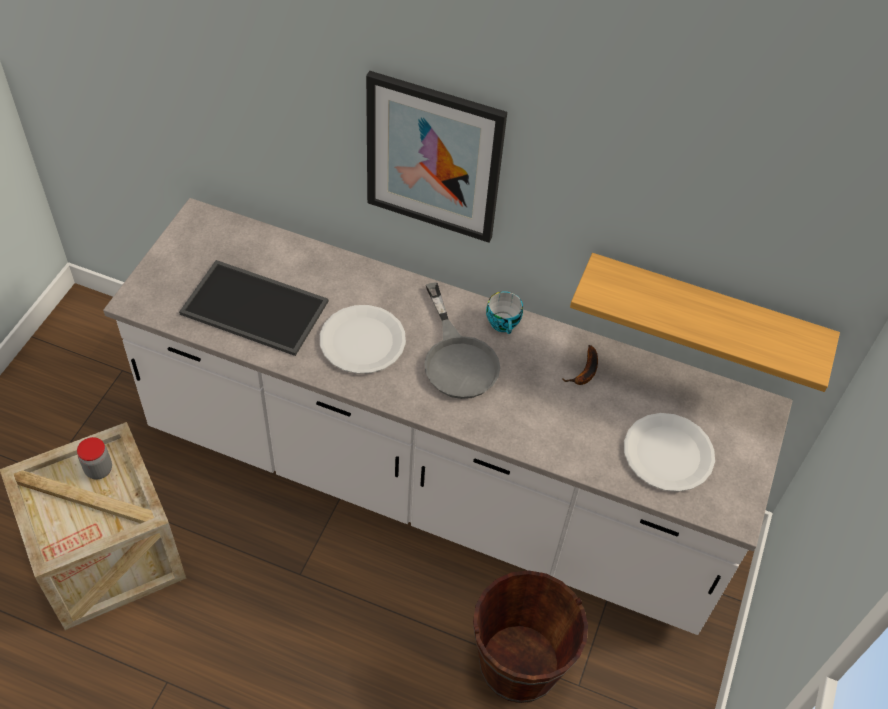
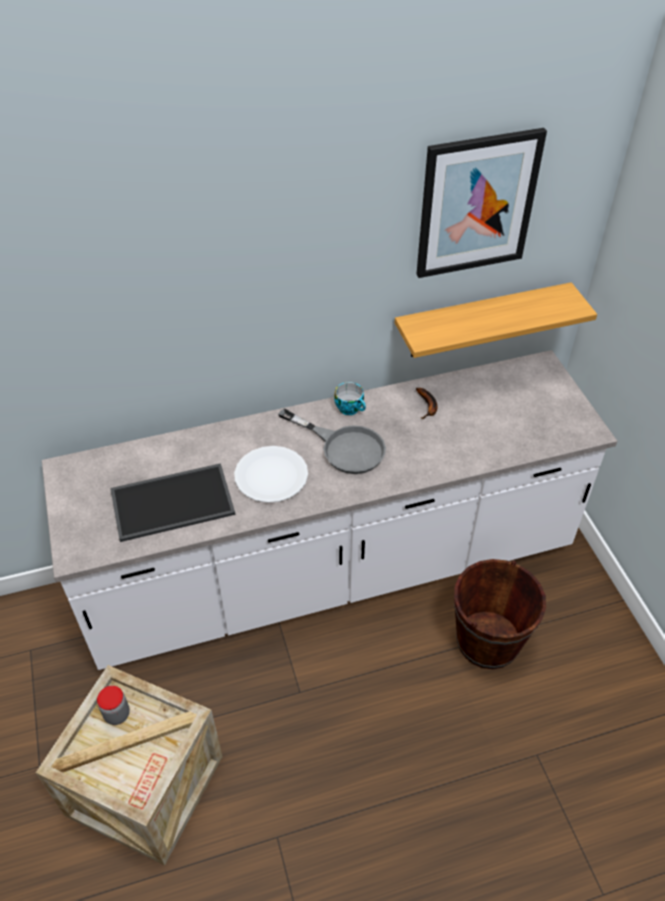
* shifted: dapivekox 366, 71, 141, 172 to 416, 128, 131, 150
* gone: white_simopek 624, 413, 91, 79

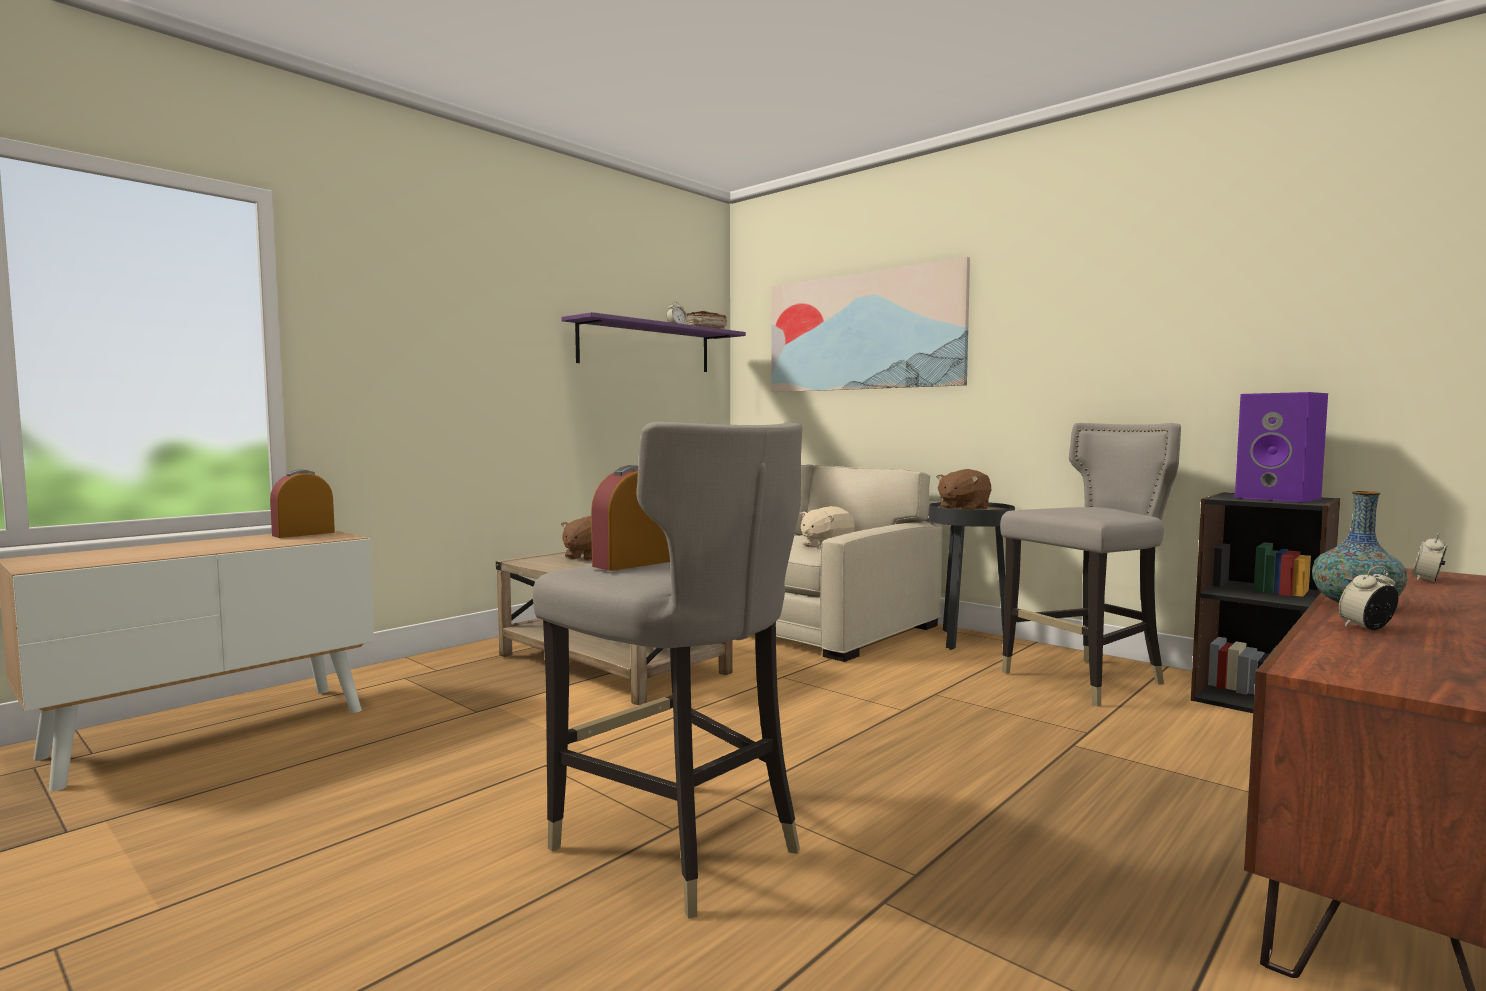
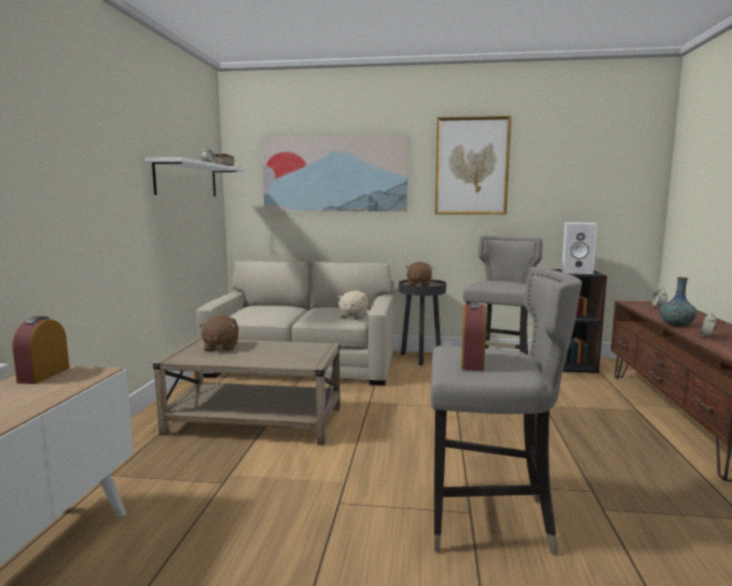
* repainted: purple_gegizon 561, 312, 185, 60 to white_gegizon 145, 157, 101, 39
* repainted: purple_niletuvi 1235, 392, 93, 110 to white_niletuvi 561, 222, 36, 52
* new: dapivekox 435, 116, 76, 98

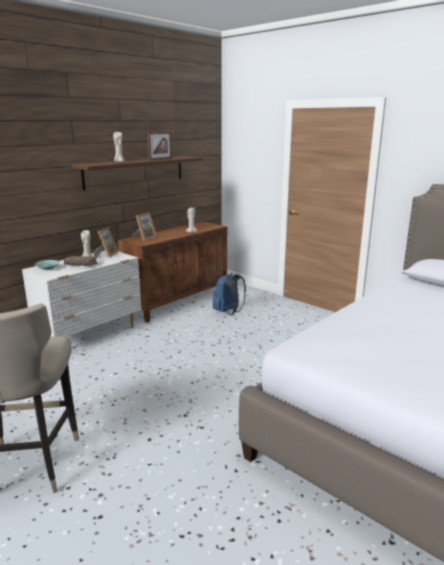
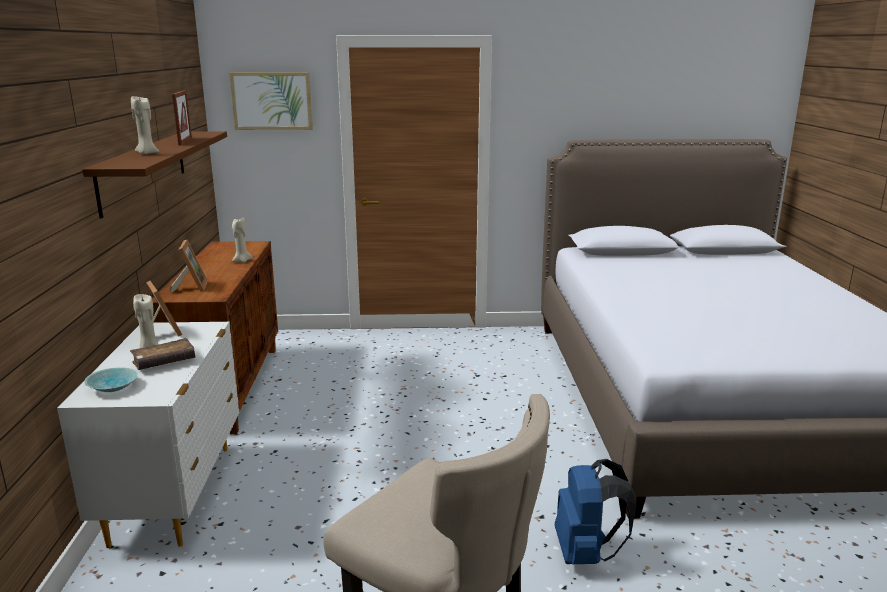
* shifted: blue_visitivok 213, 273, 33, 42 to 555, 459, 81, 105
* new: dapivekox 229, 72, 84, 58

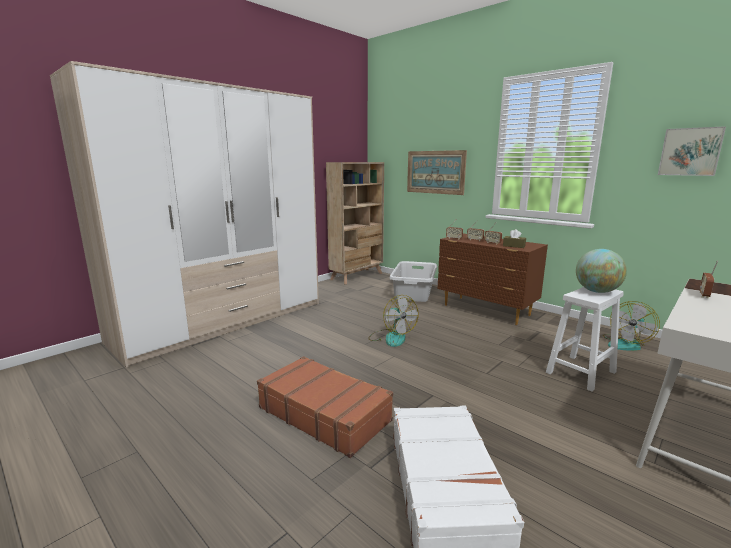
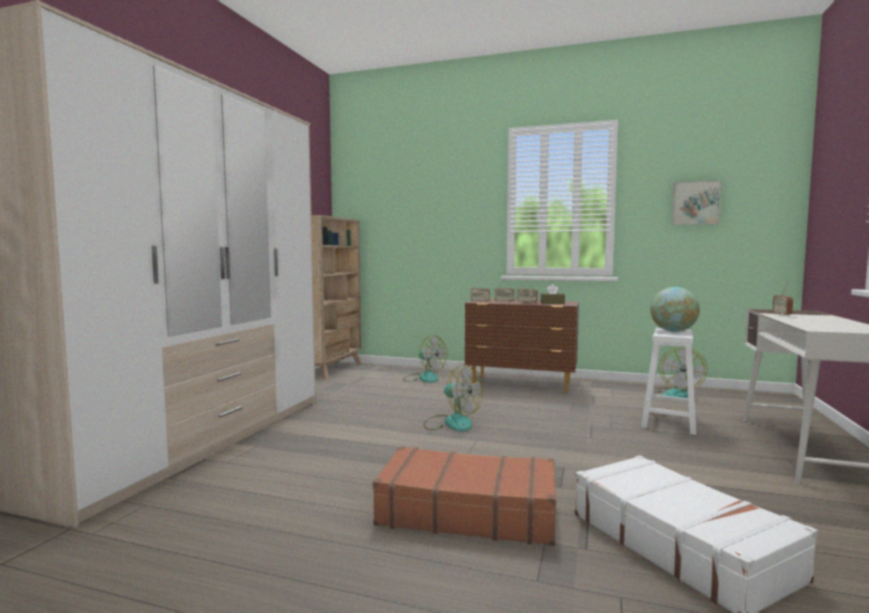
* gone: dapivekox 407, 150, 60, 45
* swapped: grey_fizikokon 390, 261, 47, 41 to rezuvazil 403, 335, 44, 48

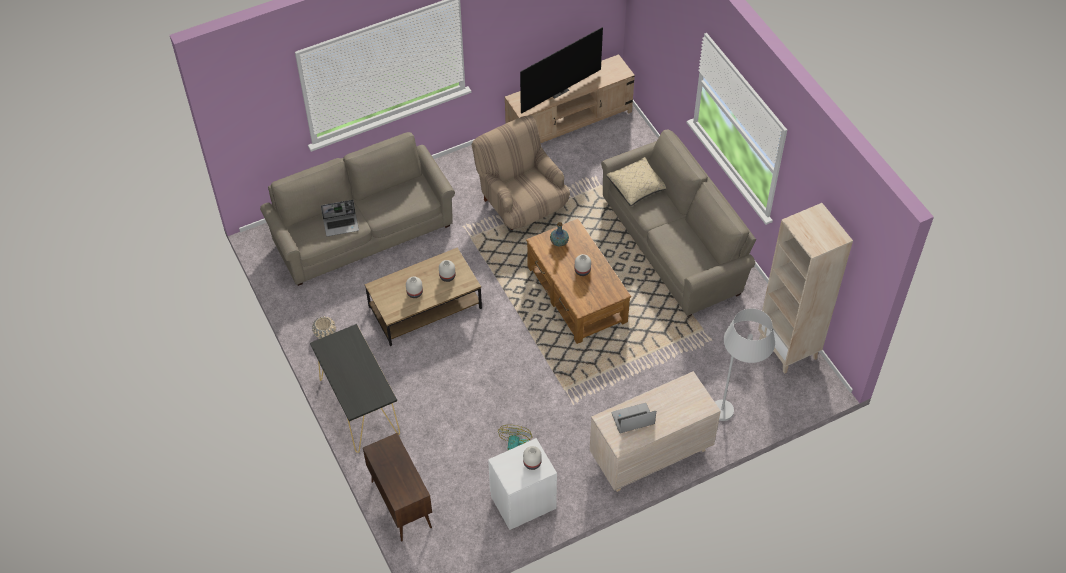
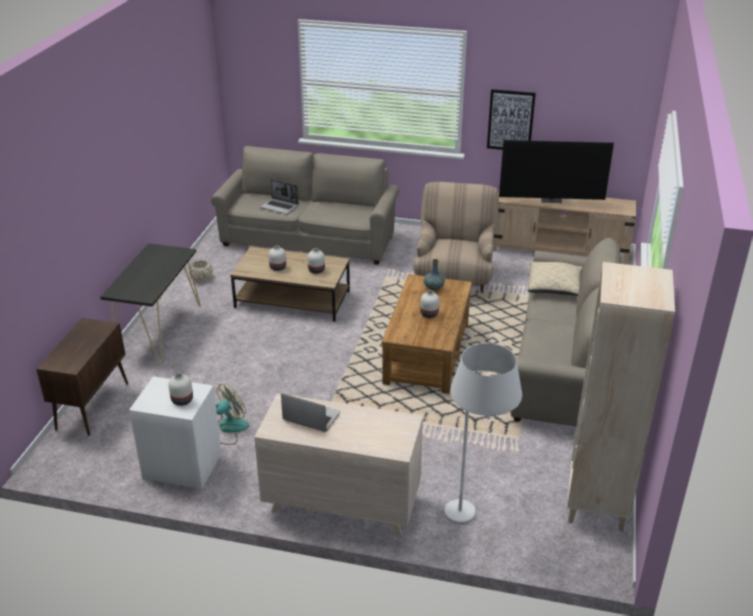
* new: dapivekox 487, 89, 49, 61

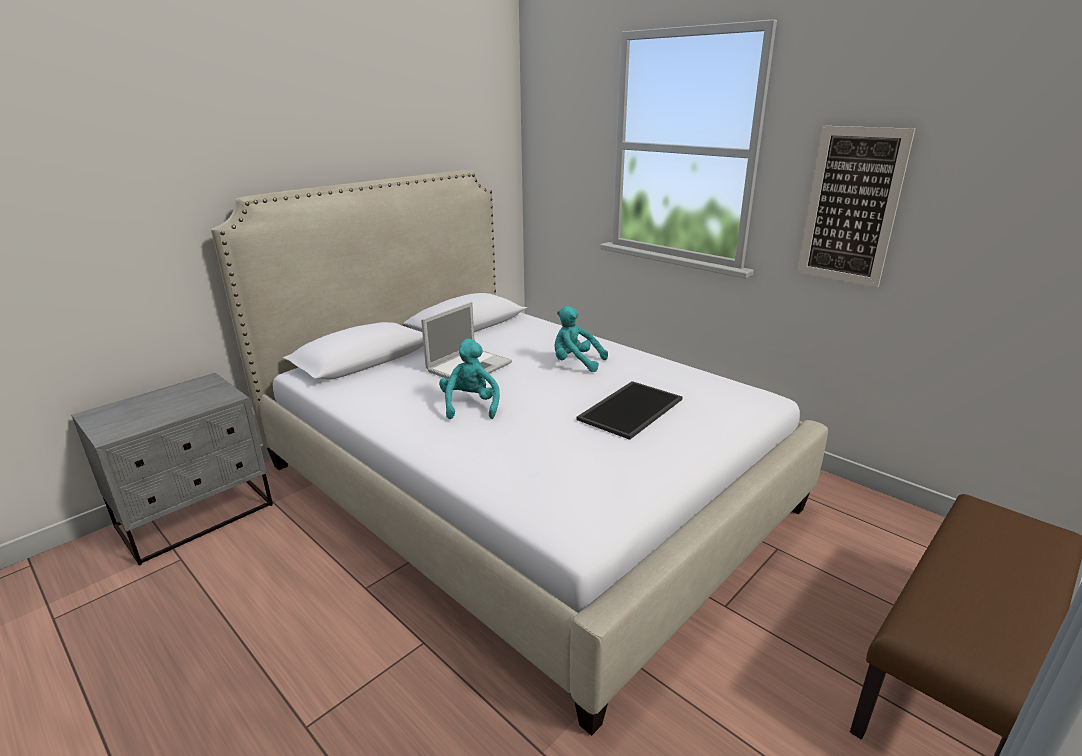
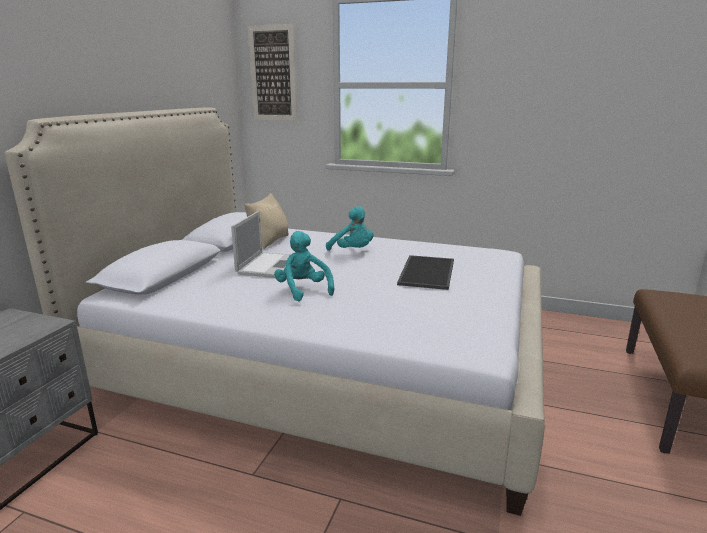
* shifted: dapivekox 797, 126, 118, 161 to 247, 24, 50, 97
* rotated: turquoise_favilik 554, 306, 54, 66 = 326, 206, 47, 45 135 degrees counterclockwise
* new: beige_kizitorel 245, 193, 43, 56

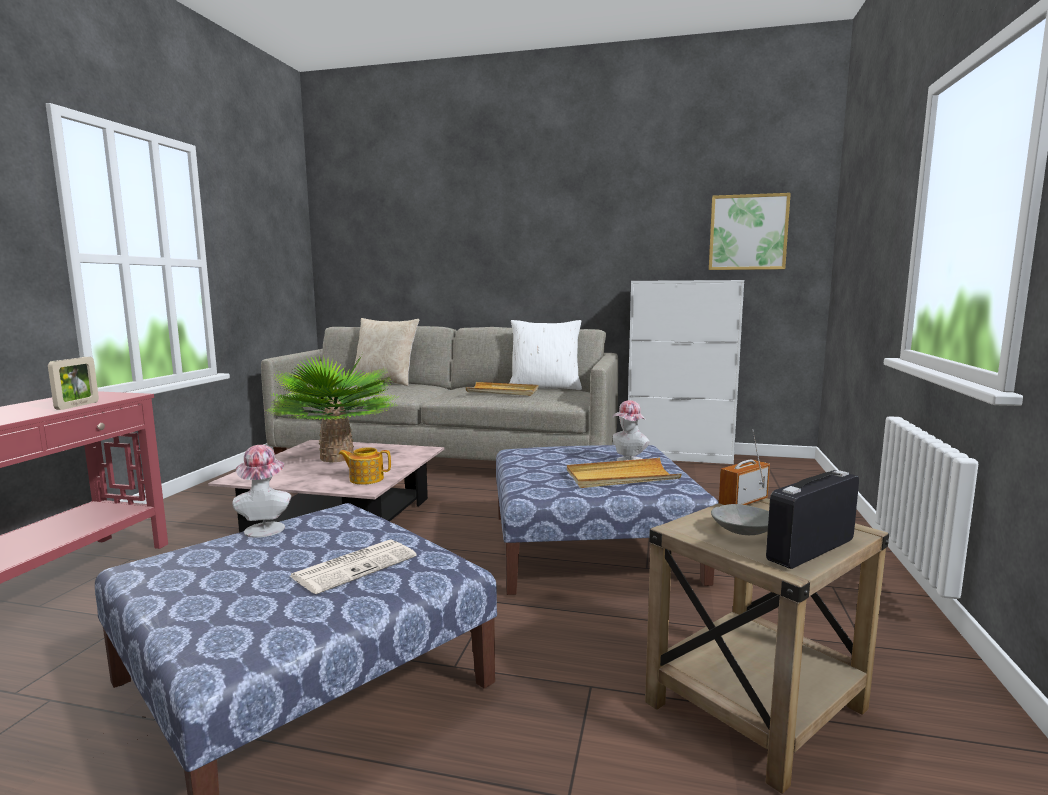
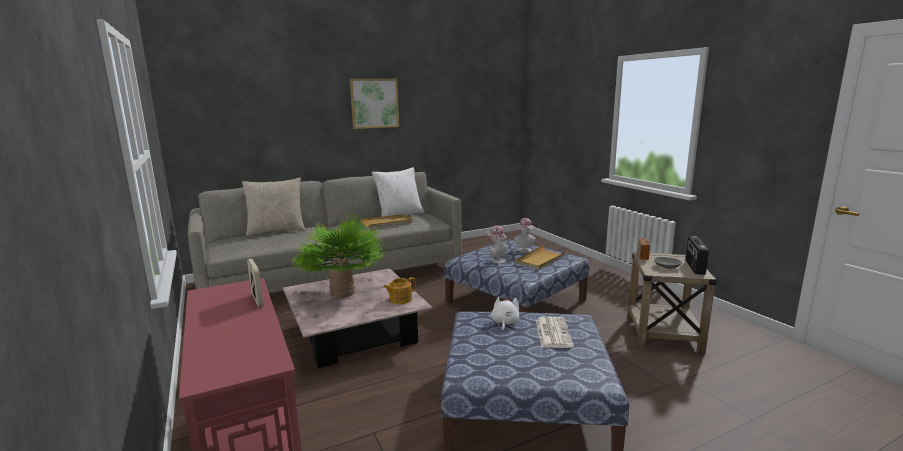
* shifted: dapivekox 709, 193, 82, 77 to 350, 79, 49, 50
* gone: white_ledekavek 628, 280, 116, 184
* shifted: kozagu 232, 445, 59, 93 to 486, 225, 21, 38
* new: white_favilik 491, 296, 28, 36

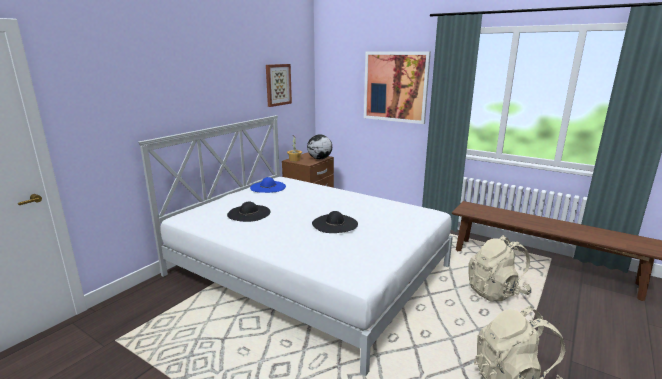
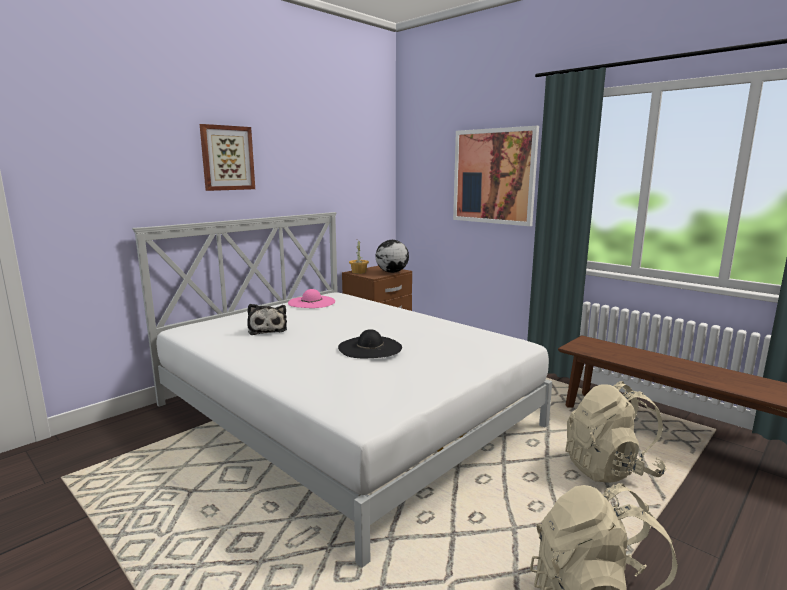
* shifted: dapivekox 266, 64, 26, 43 to 200, 124, 55, 67
* repainted: blue_kozagu 250, 177, 36, 16 to pink_kozagu 288, 289, 47, 19
* swapped: black_kozagu 227, 202, 43, 20 to favilik 247, 304, 40, 31

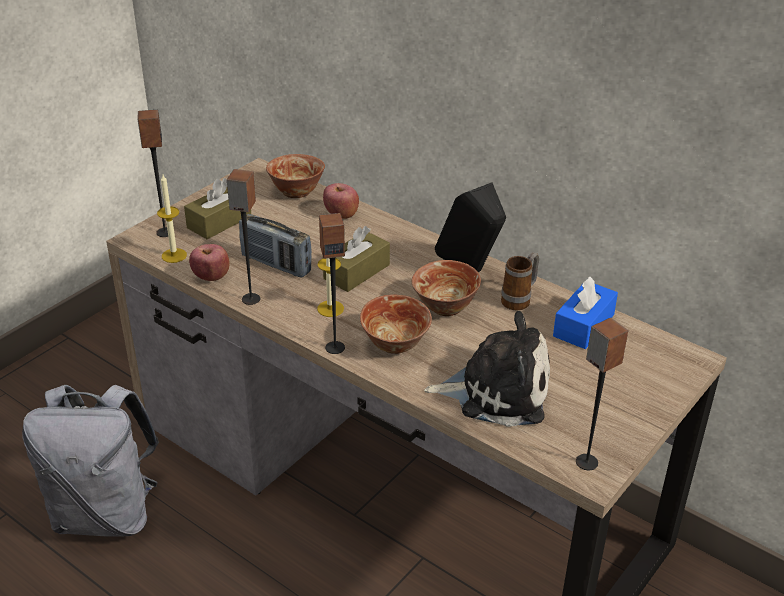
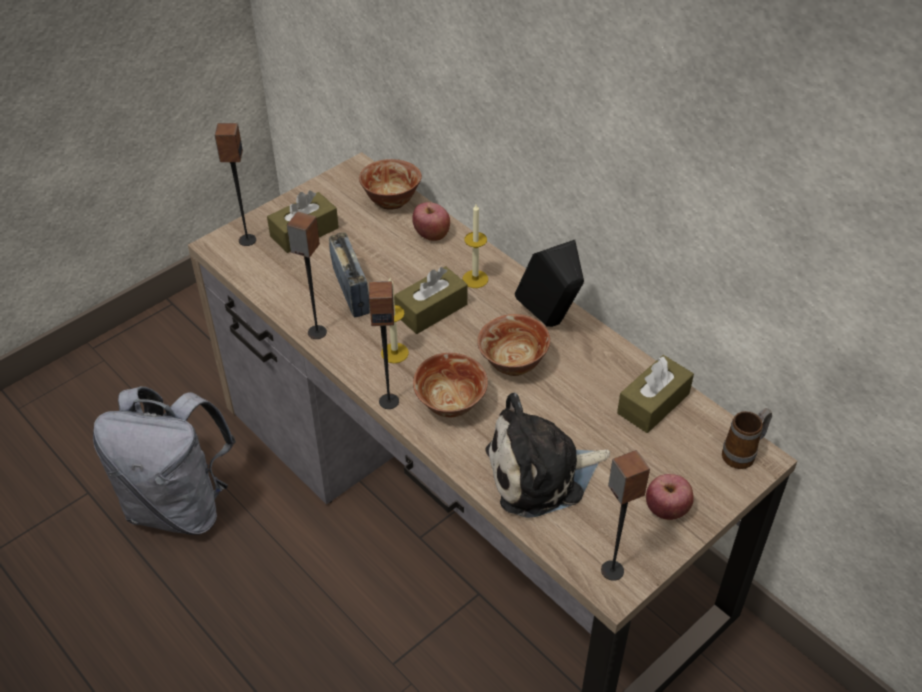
* shifted: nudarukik 157, 175, 30, 88 to 463, 204, 25, 84
* rotated: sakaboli 239, 214, 73, 64 = 329, 232, 41, 86 150 degrees counterclockwise
* shifted: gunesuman 189, 244, 40, 37 to 646, 474, 48, 46
* shifted: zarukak 501, 252, 38, 58 to 722, 408, 50, 61
* repainted: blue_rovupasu 553, 277, 65, 72 to brown_rovupasu 617, 355, 77, 78
* rotated: favilik 424, 311, 126, 116 = 485, 393, 125, 125 150 degrees clockwise

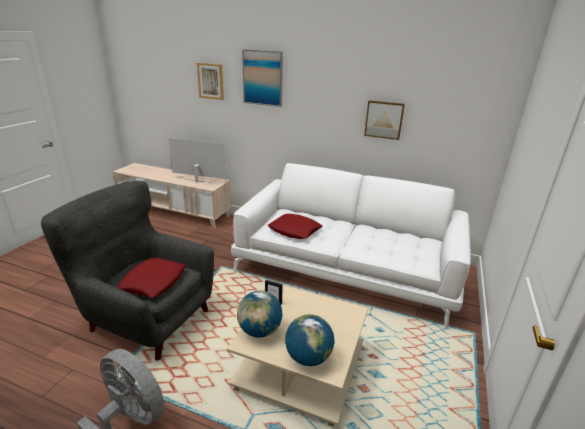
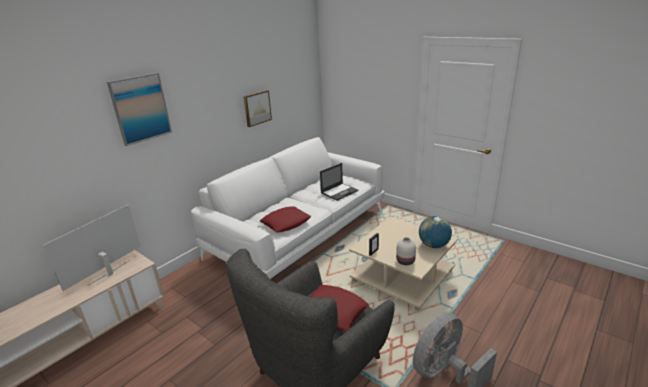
* gone: dapivekox 197, 63, 27, 37
* swapped: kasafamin 237, 291, 45, 47 to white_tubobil 396, 237, 20, 28
* new: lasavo 320, 163, 38, 38

